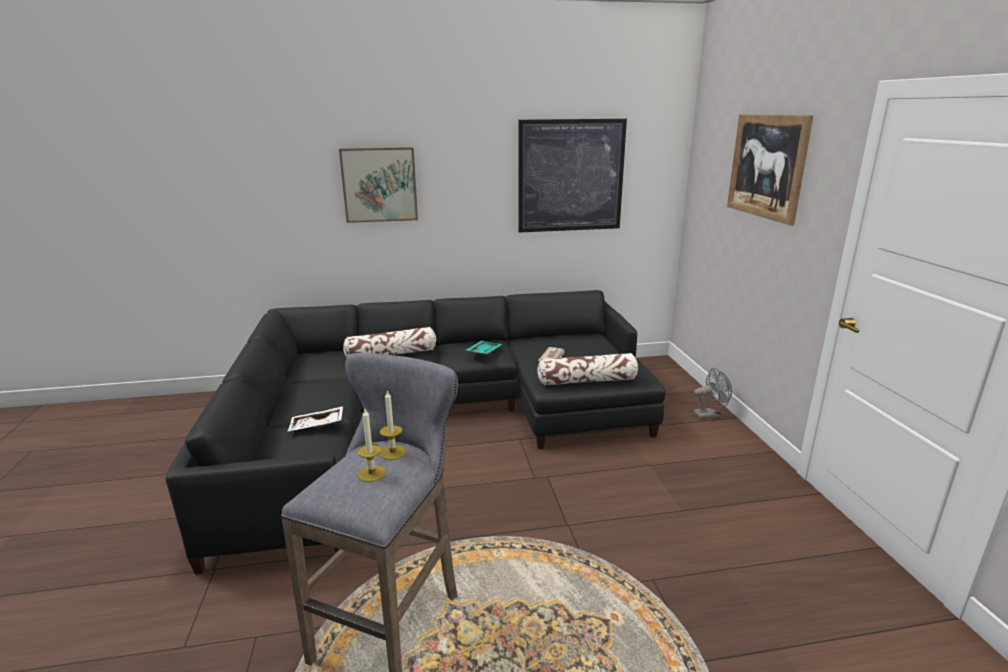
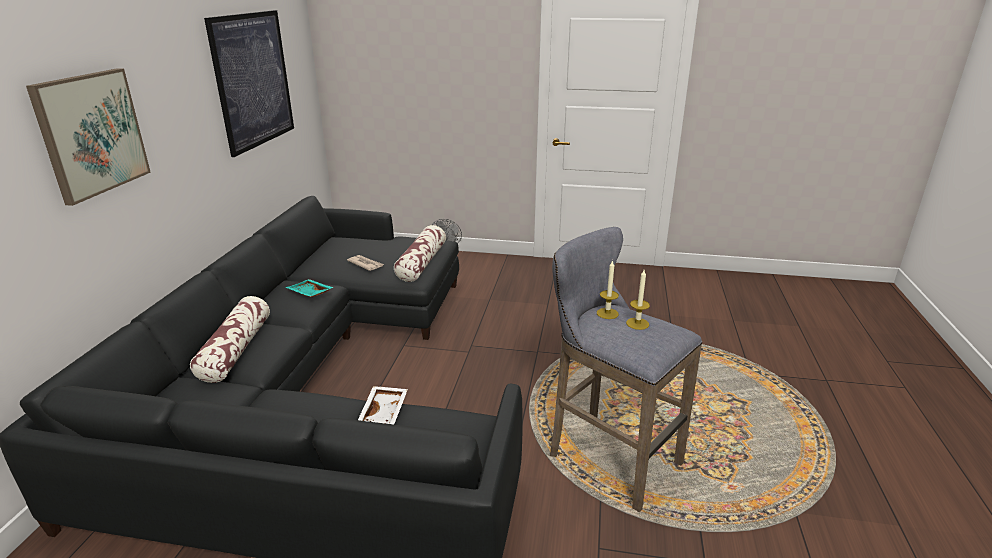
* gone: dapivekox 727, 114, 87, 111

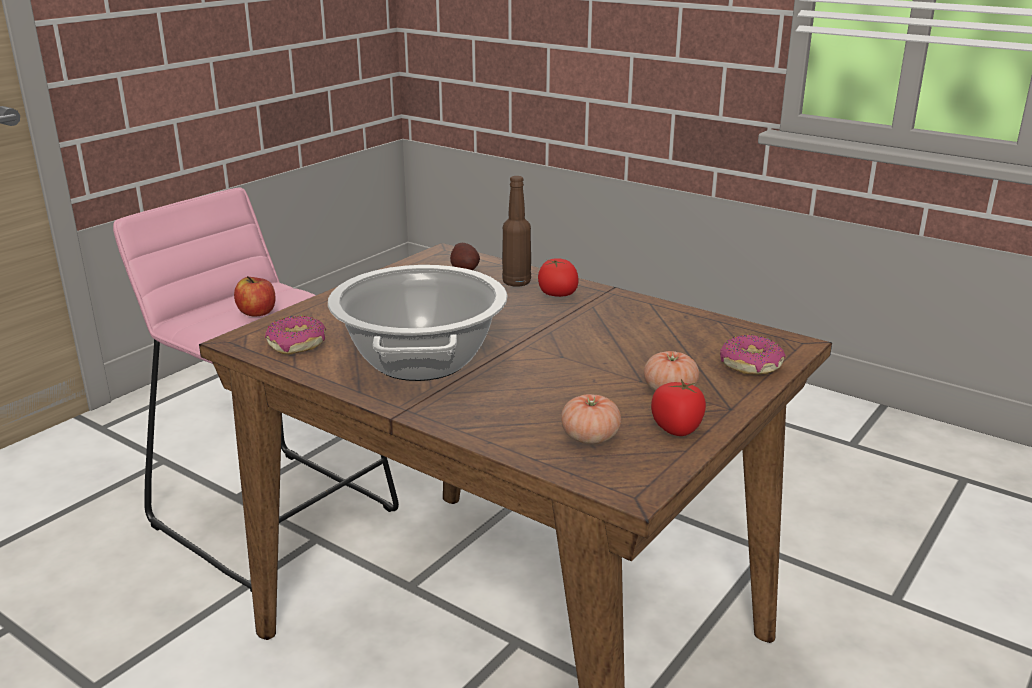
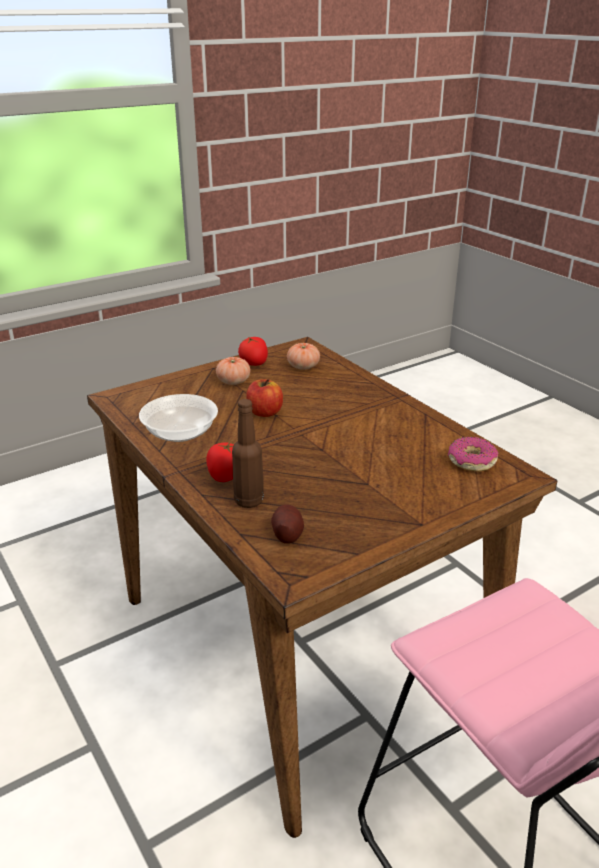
* gone: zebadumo 328, 265, 180, 116
* shifted: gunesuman 234, 276, 42, 41 to 246, 379, 37, 38
* gone: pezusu 720, 335, 66, 40
* new: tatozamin 139, 394, 79, 48

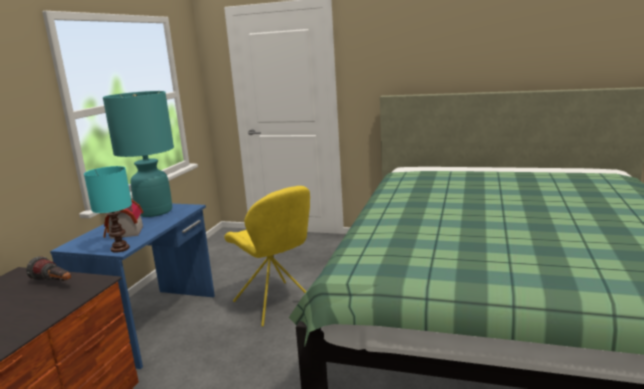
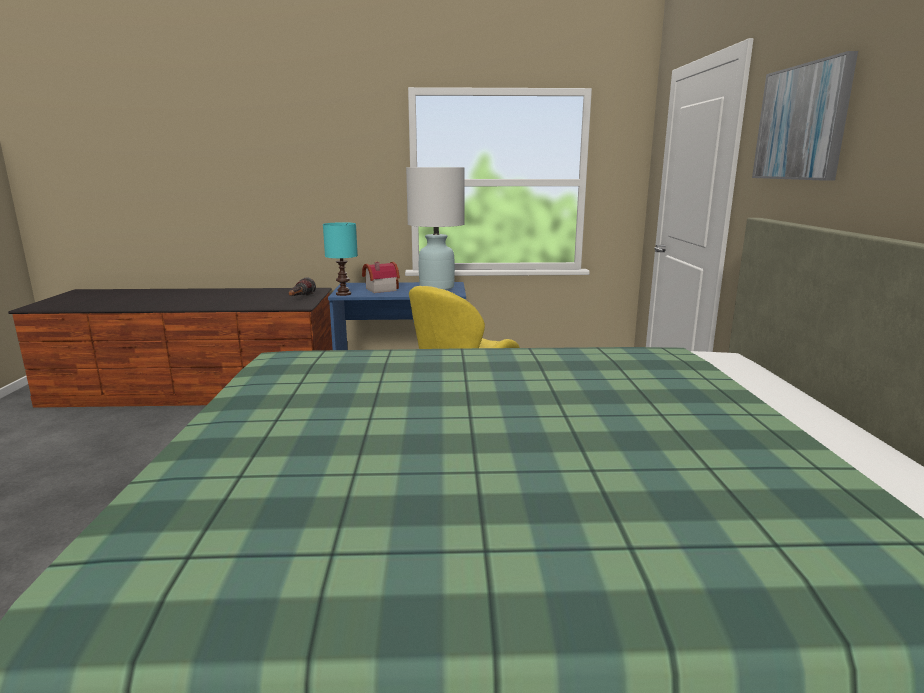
* repainted: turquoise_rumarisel 103, 91, 71, 126 to white_rumarisel 406, 167, 59, 123
* new: dapivekox 752, 51, 106, 130

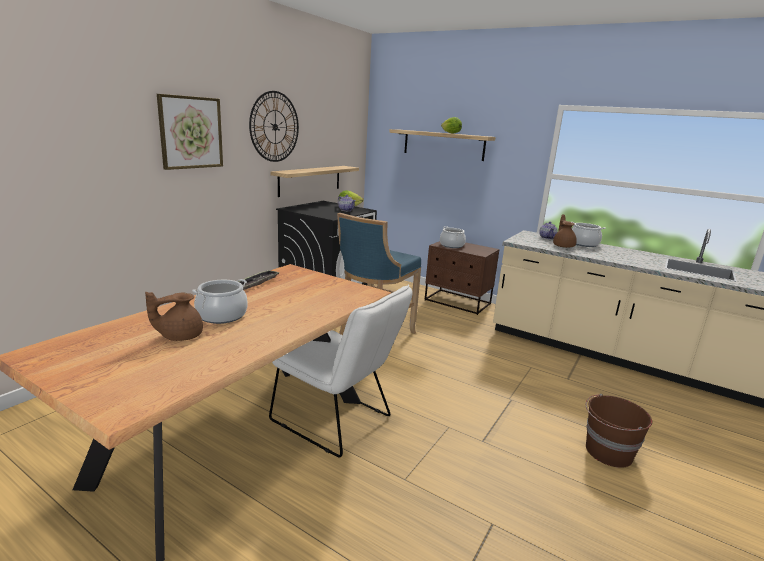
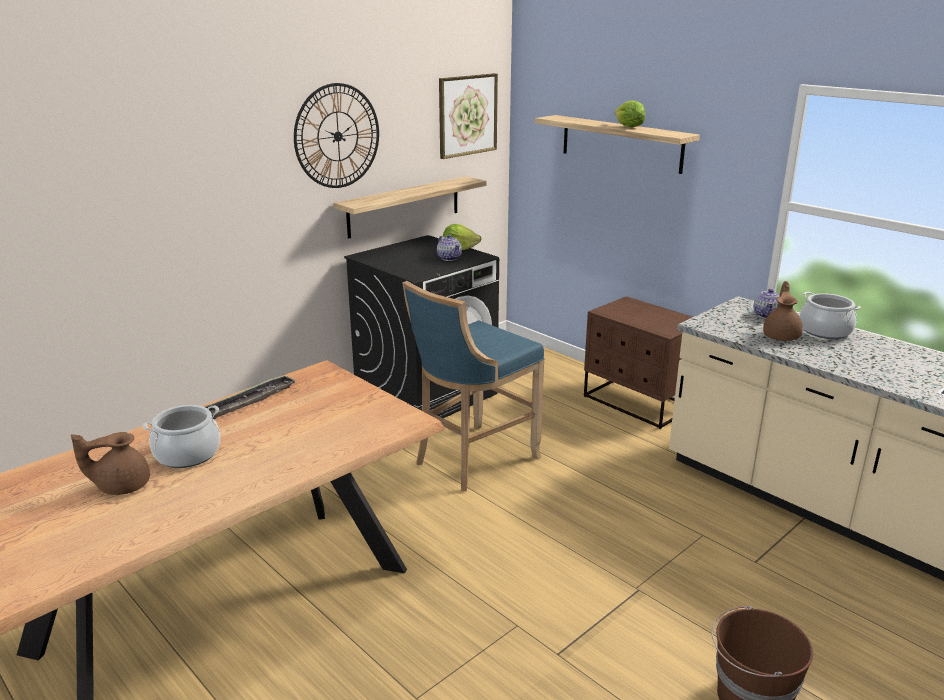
* shifted: dapivekox 157, 94, 66, 76 to 439, 73, 59, 86
* gone: zebadumo 440, 226, 26, 22
* gone: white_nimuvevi 269, 285, 143, 173

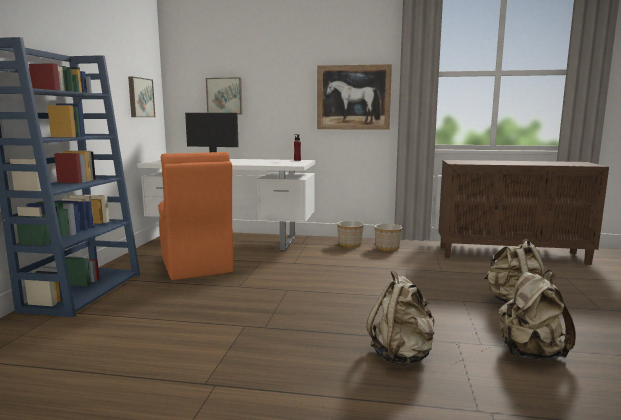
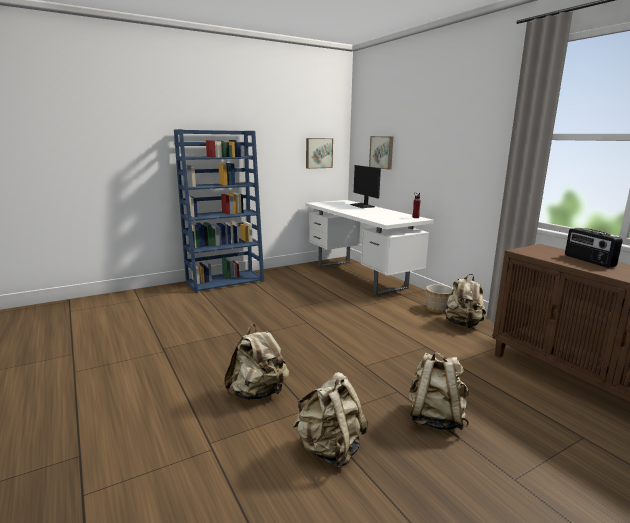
* gone: dapivekox 317, 64, 75, 66
* gone: orange_nimuvevi 158, 152, 76, 128
* swapped: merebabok 374, 224, 28, 27 to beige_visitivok 442, 274, 44, 54
* new: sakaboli 565, 228, 58, 40

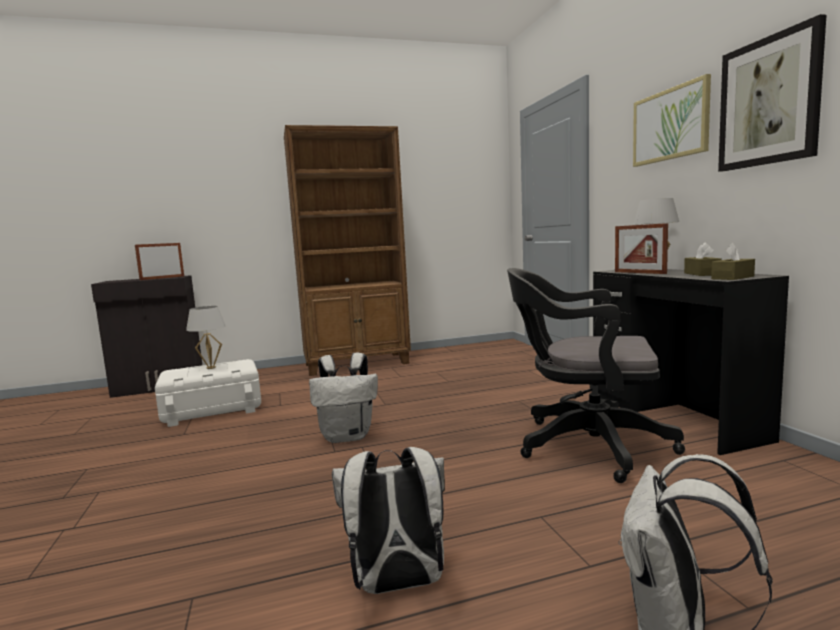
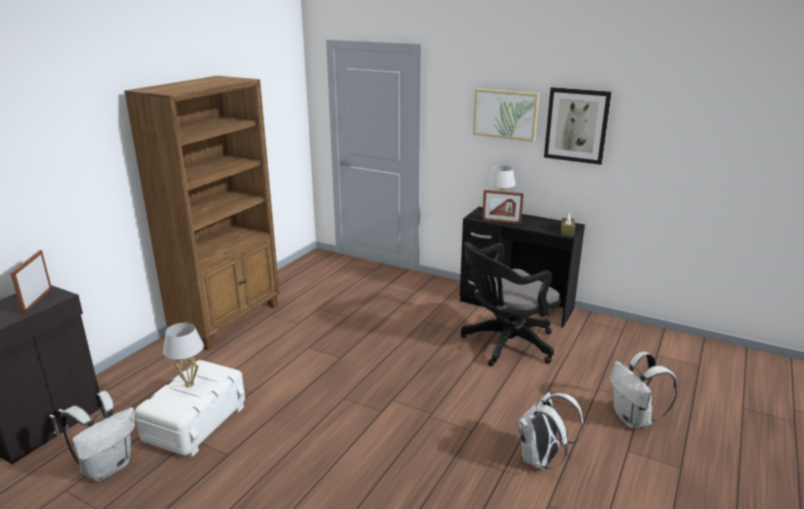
* gone: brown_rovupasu 684, 242, 38, 34
* shifted: white_visitivok 309, 352, 69, 91 to 60, 391, 75, 90

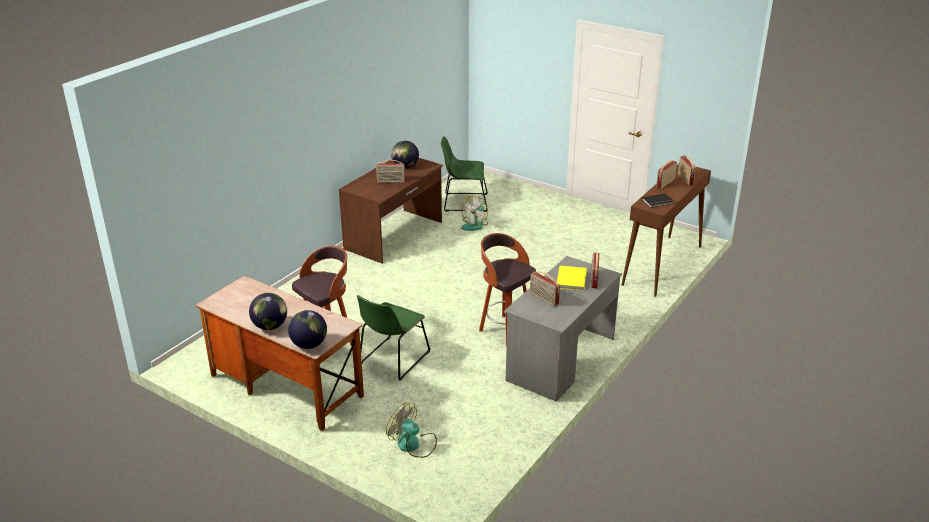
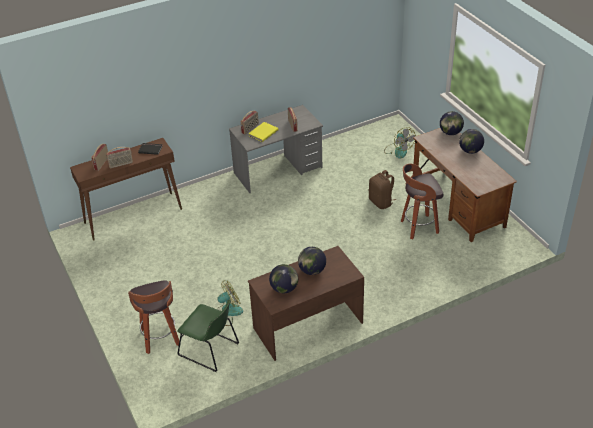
* swapped: sakaboli 376, 160, 29, 23 to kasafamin 298, 247, 28, 28
* shifted: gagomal 479, 233, 57, 113 to 128, 280, 51, 74
* swapped: green_nimuvevi 357, 295, 73, 86 to brown_visitivok 369, 170, 27, 39

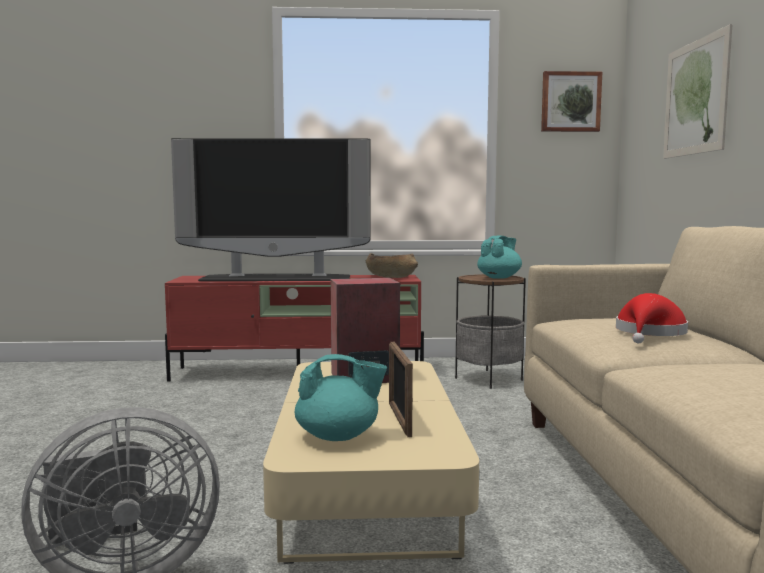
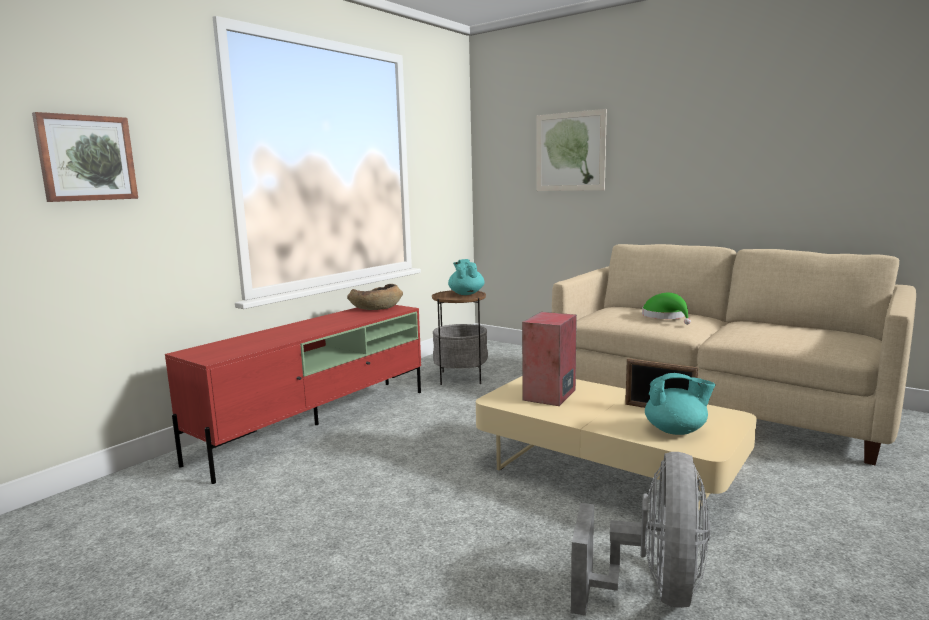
* shifted: dapivekox 541, 71, 61, 61 to 32, 112, 106, 90
* gone: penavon 171, 138, 200, 143
* repainted: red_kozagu 616, 293, 72, 50 to green_kozagu 642, 293, 49, 32
* rotated: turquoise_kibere 295, 354, 92, 87 = 645, 373, 70, 62 60 degrees clockwise

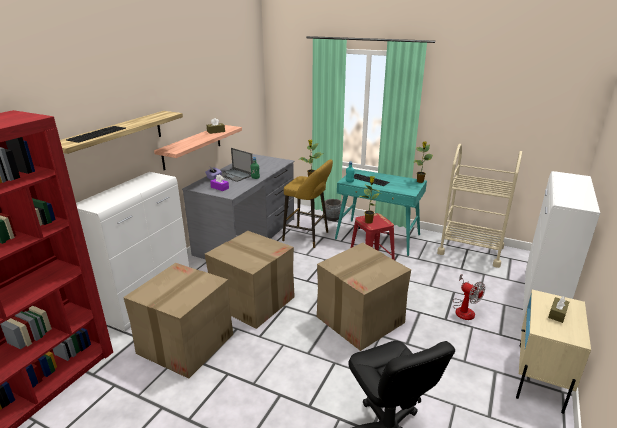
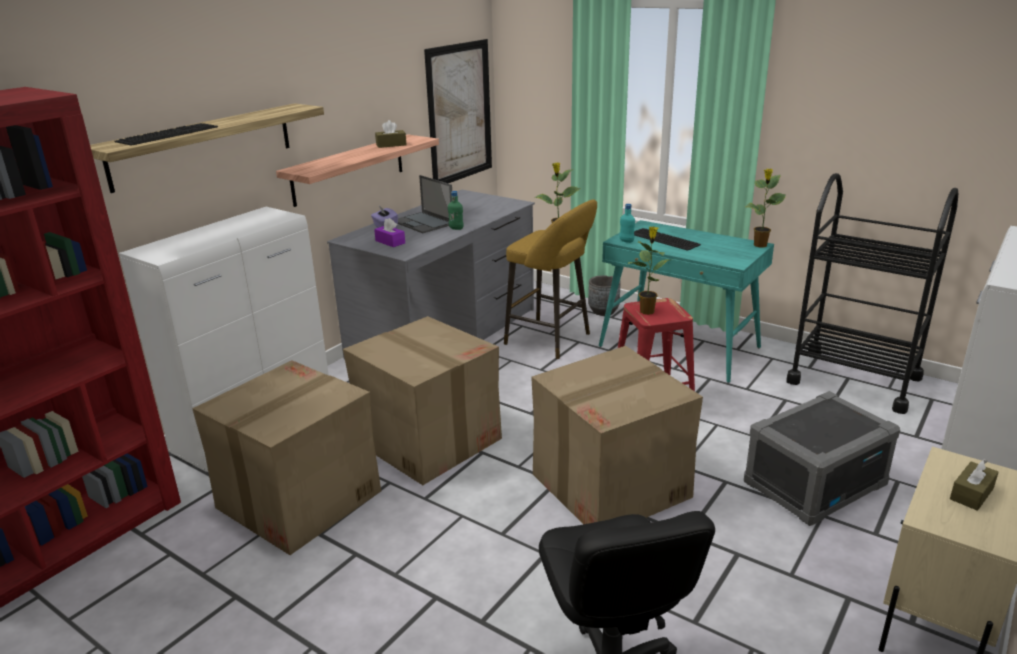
* repainted: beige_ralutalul 437, 144, 85, 124 to black_ralutalul 786, 173, 172, 241
* swapped: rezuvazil 453, 274, 32, 46 to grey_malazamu 744, 391, 156, 135
* new: dapivekox 424, 39, 68, 144

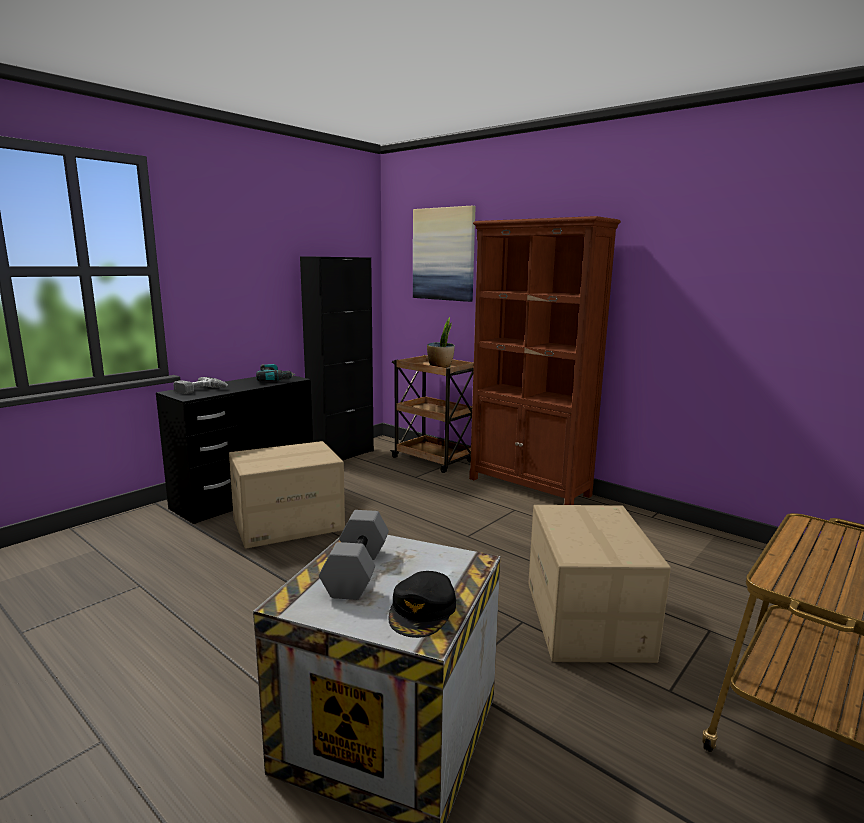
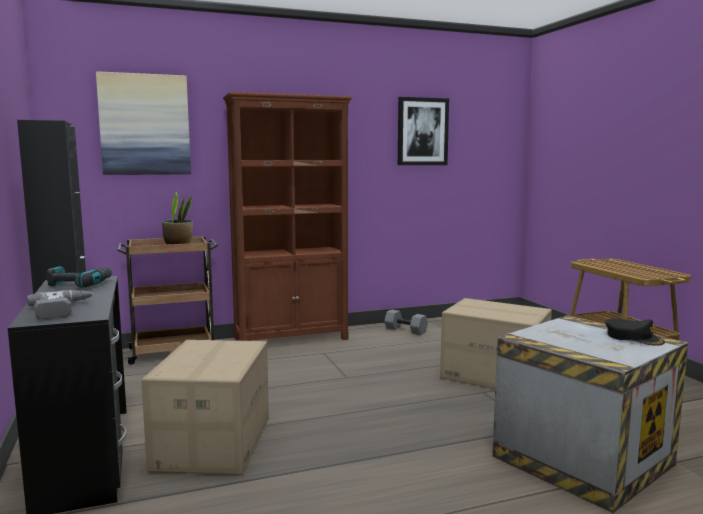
* shifted: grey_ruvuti 319, 510, 70, 90 to 384, 310, 44, 25
* new: dapivekox 398, 97, 51, 68

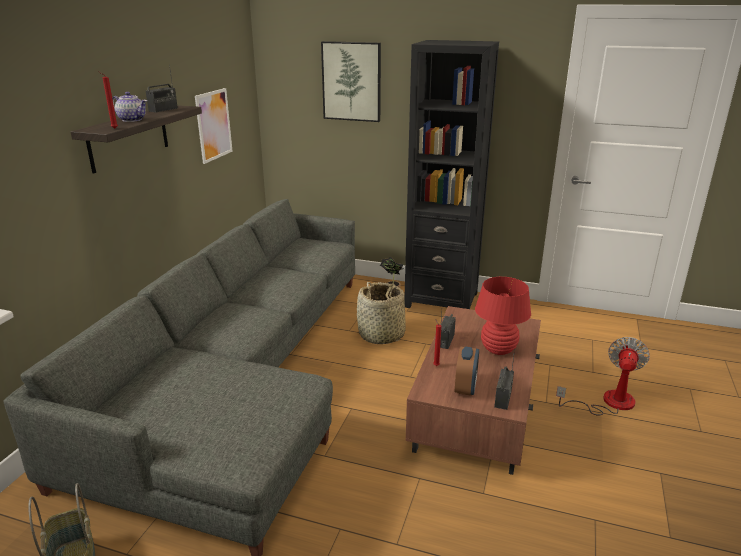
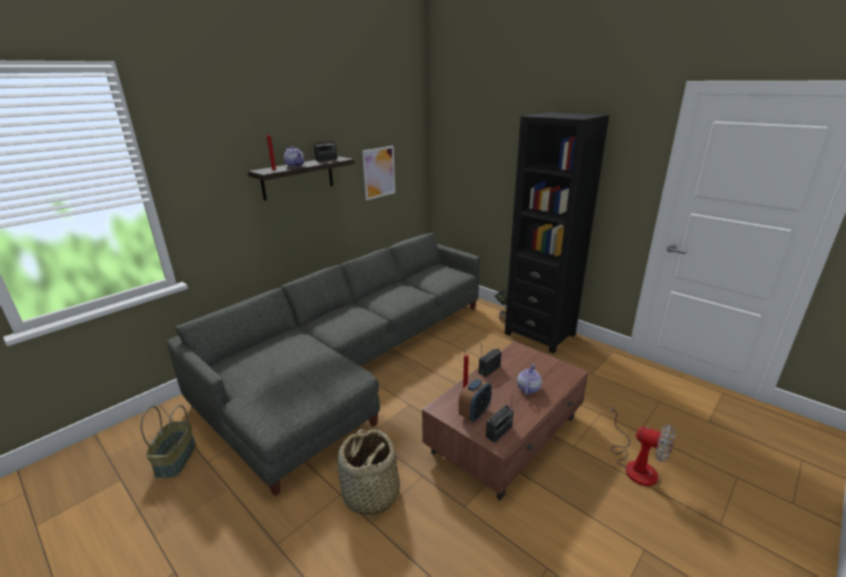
* gone: dapivekox 321, 41, 60, 81
* swapped: red_rumarisel 475, 277, 56, 78 to kibere 517, 364, 25, 31
* shifted: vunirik 357, 282, 49, 62 to 337, 429, 63, 90
* rotated: rezuvazil 556, 337, 94, 78 = 610, 403, 65, 83 75 degrees clockwise

